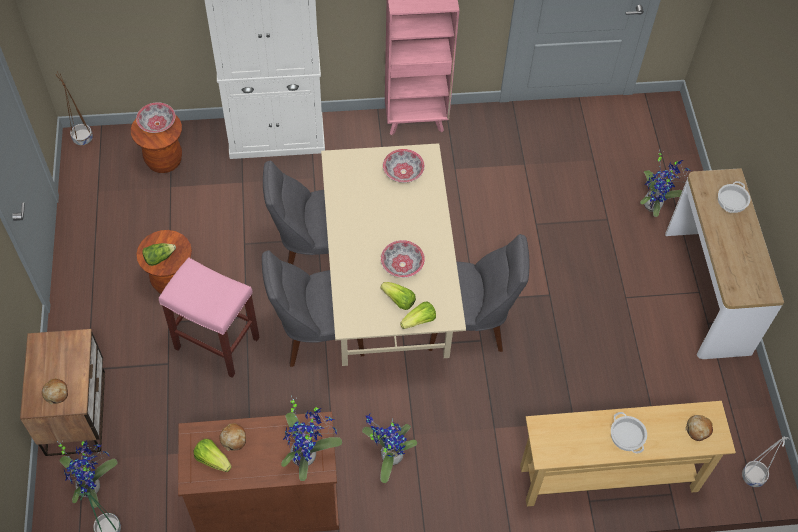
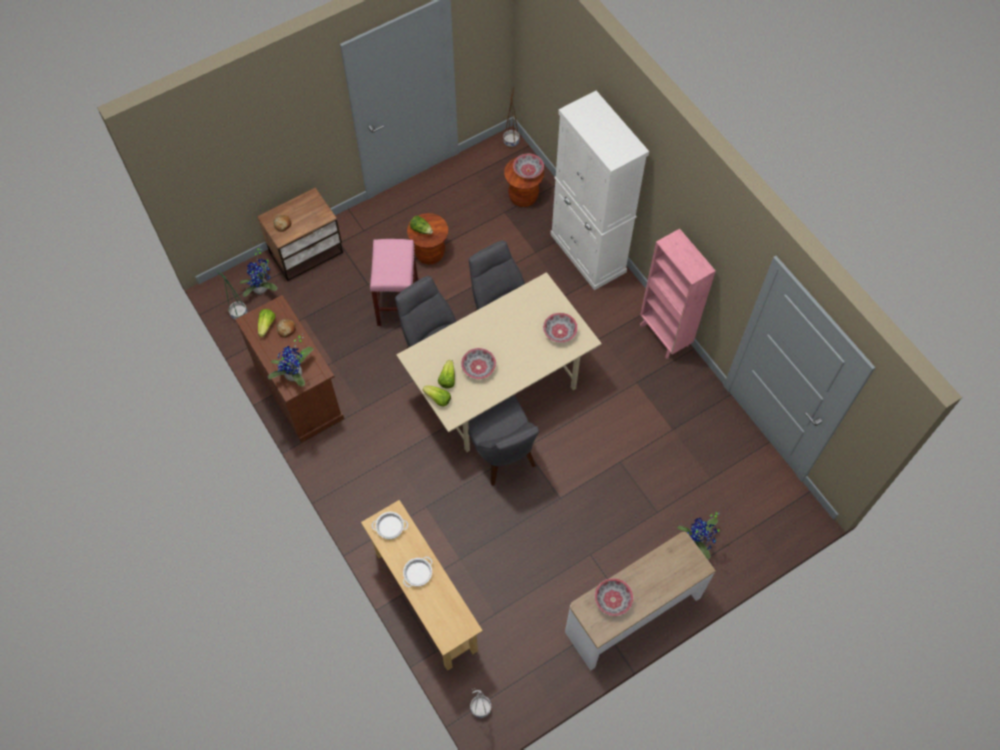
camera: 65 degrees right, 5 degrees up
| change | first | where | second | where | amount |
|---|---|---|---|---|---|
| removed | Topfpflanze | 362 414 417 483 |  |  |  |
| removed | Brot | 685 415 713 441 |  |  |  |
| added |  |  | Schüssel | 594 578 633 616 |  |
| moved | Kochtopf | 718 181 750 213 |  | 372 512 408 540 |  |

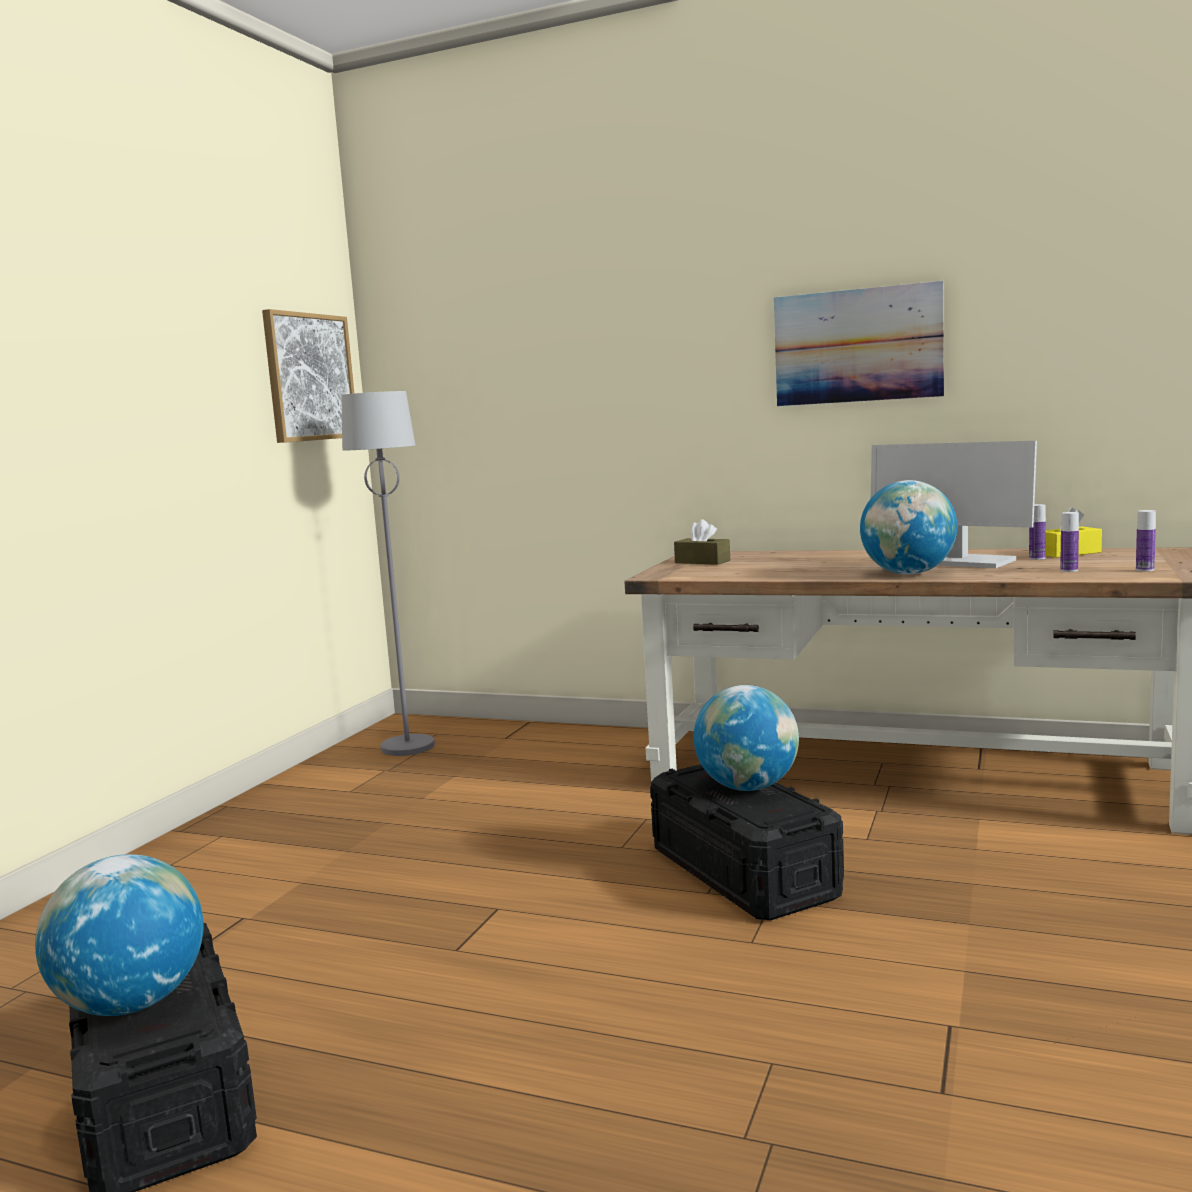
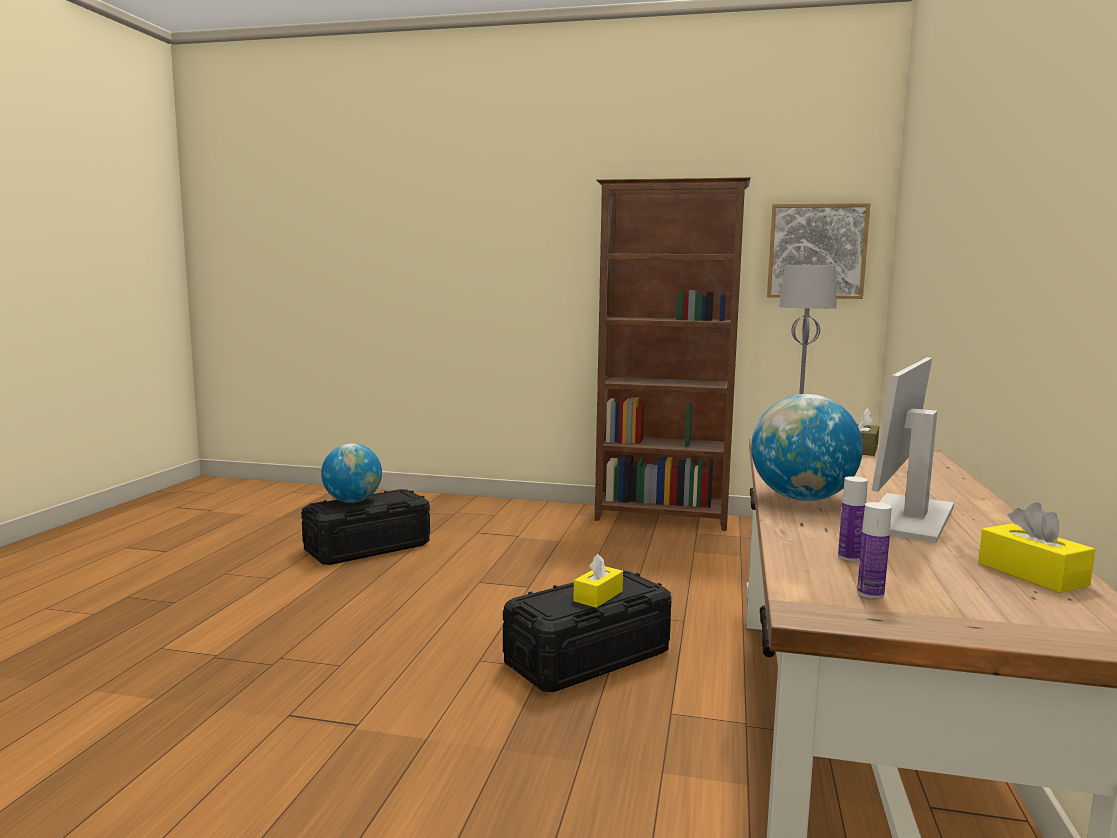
camera: 80 degrees right, 0 degrees up
| change | first | where | second | where | amount |
|---|---|---|---|---|---|
| removed | Bild | 774 281 944 406 |  |  |  |
| removed | Flasche | 1029 504 1046 560 |  |  |  |
| added |  |  | Bücherregal [braun] | 595 177 751 531 |  |
| replaced | Globus | 694 685 799 791 | Taschentuchbox [gelb] | 573 554 623 608 |  |

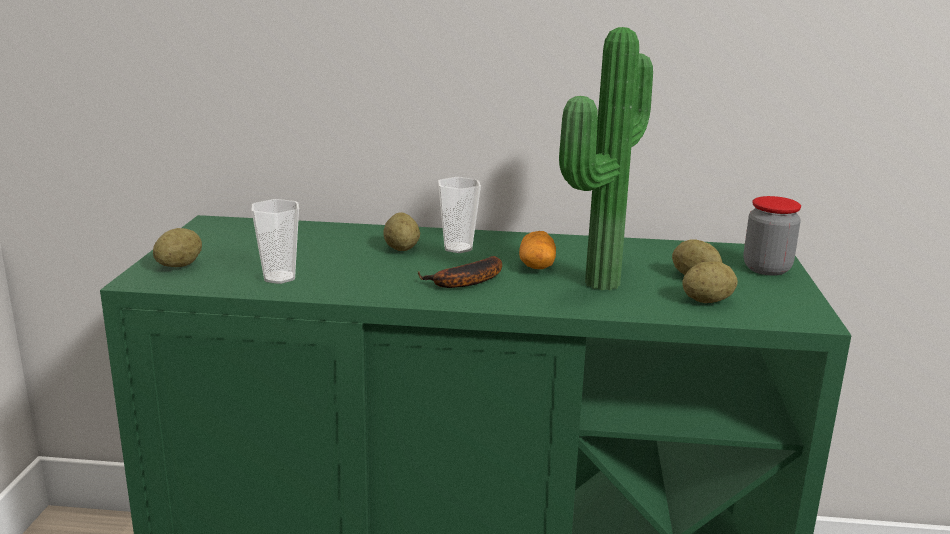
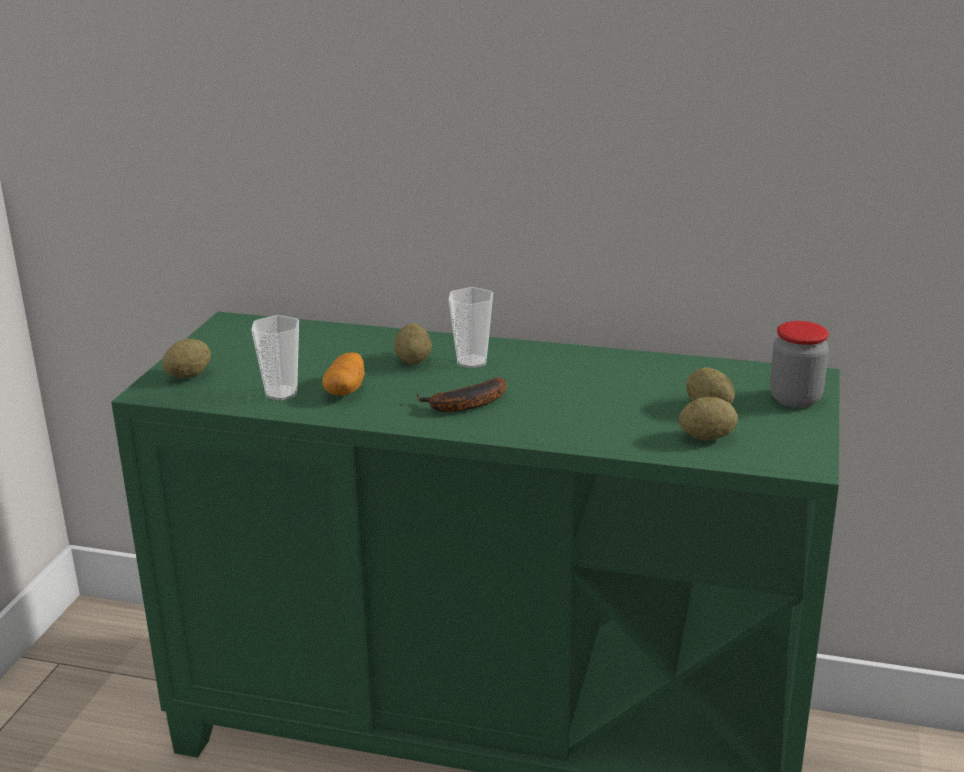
camera: 10 degrees right, 5 degrees up
| change | first | where | second | where | amount |
|---|---|---|---|---|---|
| removed | Topfpflanze | 559 27 653 290 |  |  |  |
| moved | Kartoffel | 519 231 556 269 |  | 322 352 365 396 |  |

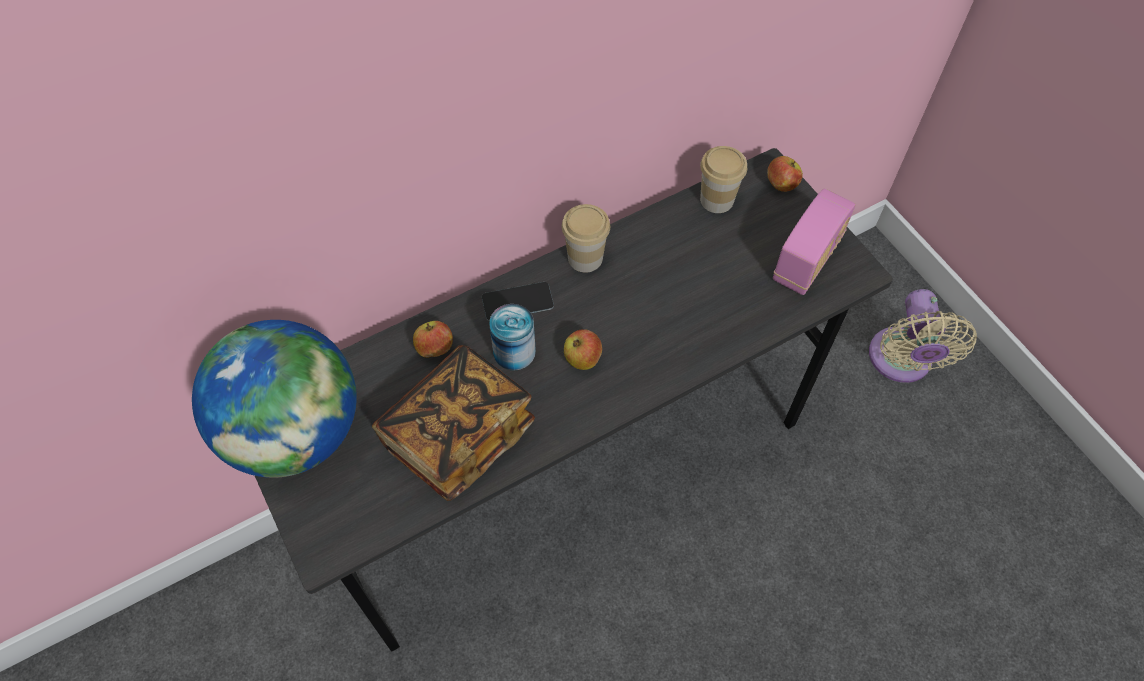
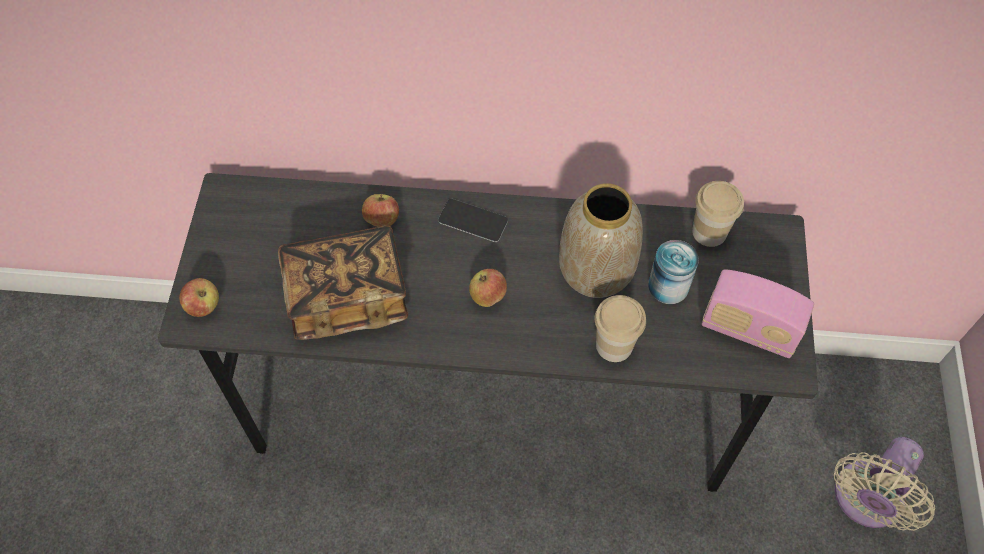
camera: 35 degrees right, 0 degrees up
| change | first | where | second | where | amount |
|---|---|---|---|---|---|
| removed | Globus | 192 320 357 478 |  |  |  |
| added |  |  | Vase | 559 183 643 298 |  |
| moved | Dose | 489 304 536 371 |  | 648 240 699 304 |  |
| moved | Tasse | 562 204 610 273 |  | 595 295 646 362 |  |
| moved | Apfel | 767 156 803 192 |  | 179 278 219 317 |  |
| turned | Radio | 773 189 856 295 |  | 702 269 814 358 | 45 degrees clockwise |

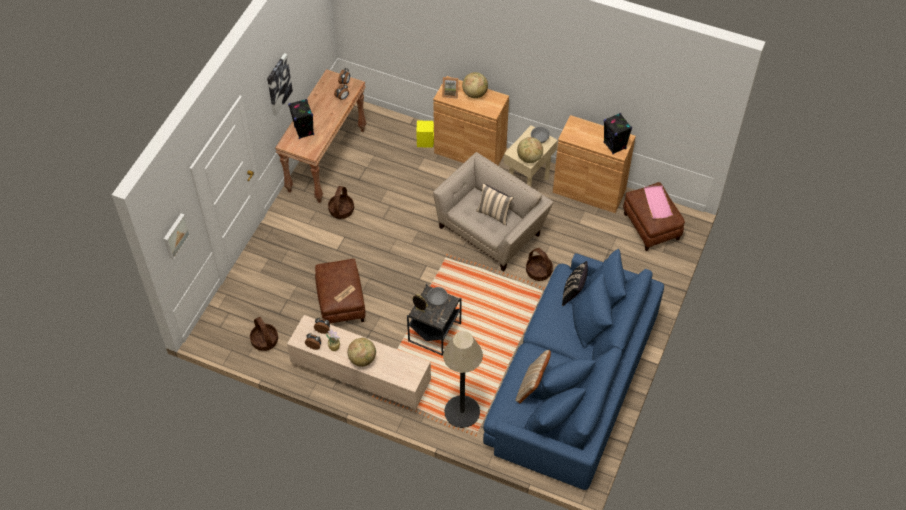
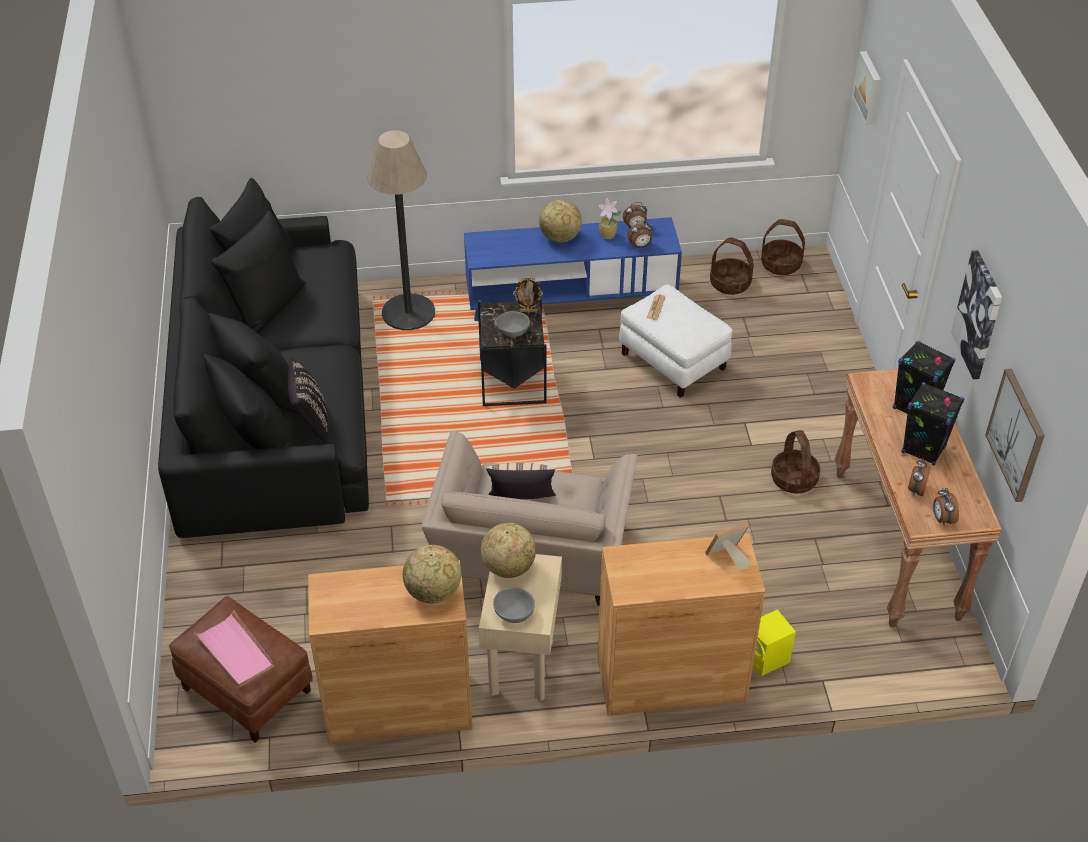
camera: 150 degrees right, 10 degrees down
| change | first | where | second | where | amount |
|---|---|---|---|---|---|
| removed | Kissen [beige] | 515 350 551 403 |  |  |  |
| added |  |  | Bild | 985 368 1045 502 |  |
| moved | Globus | 462 72 488 98 |  | 403 545 461 603 |  |
| moved | Korb | 526 248 553 281 |  | 761 219 805 275 |  |
| moved | Lautsprecher [schwarz] | 604 113 632 154 |  | 902 382 964 466 |  |
| recoloured | Fernsehschrank [beige] | 287 315 431 413 | Fernsehschrank [blau] | 464 217 682 321 |  |
| recoloured | Polsterhocker [braun] | 315 259 365 323 | Polsterhocker [weiß] | 619 284 733 398 |  |
| recoloured | Sofa [blau] | 483 249 664 490 | Sofa [schwarz] | 158 178 369 538 |  |

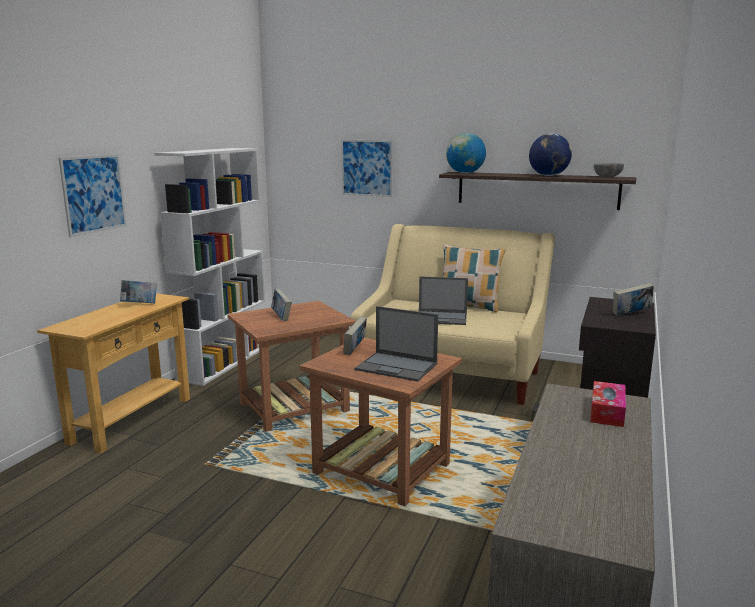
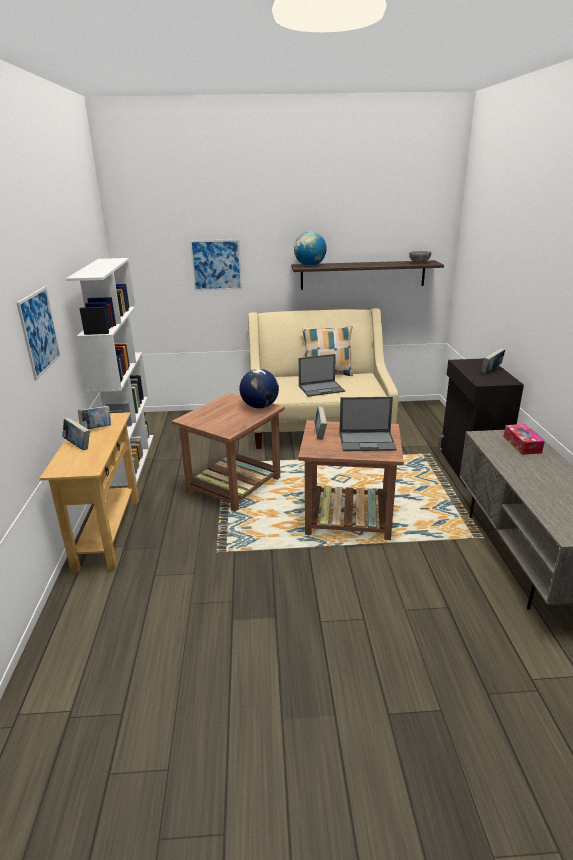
camera: 25 degrees left, 10 degrees up
| change | first | where | second | where | amount |
|---|---|---|---|---|---|
| moved | Buch | 271 289 292 321 |  | 62 418 90 450 |  |
| moved | Globus | 529 133 572 176 |  | 239 369 279 408 |  |

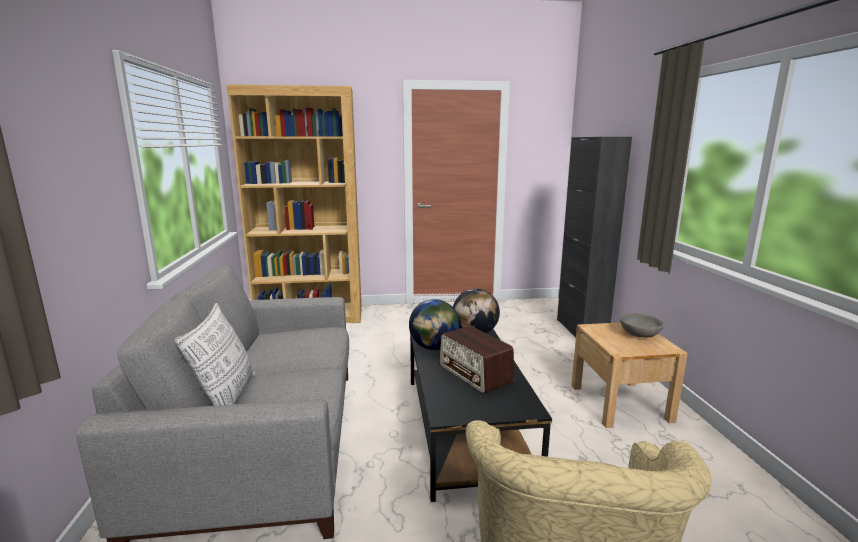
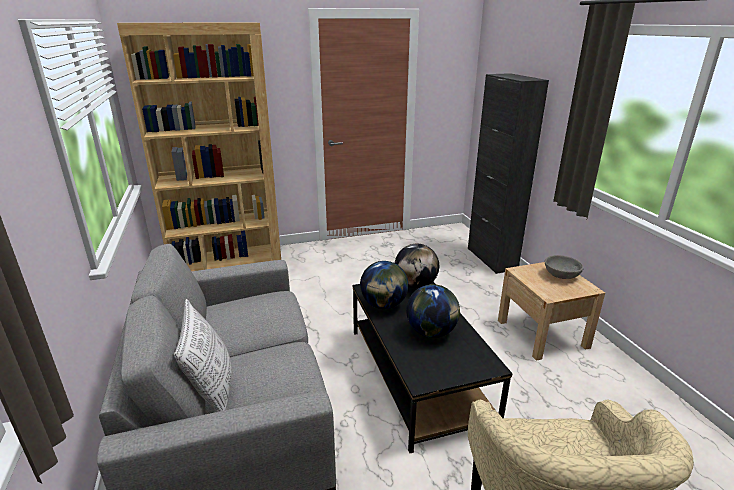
camera: 10 degrees left, 10 degrees up
| change | first | where | second | where | amount |
|---|---|---|---|---|---|
| replaced | Radio | 439 326 514 394 | Globus | 406 284 460 338 |  |

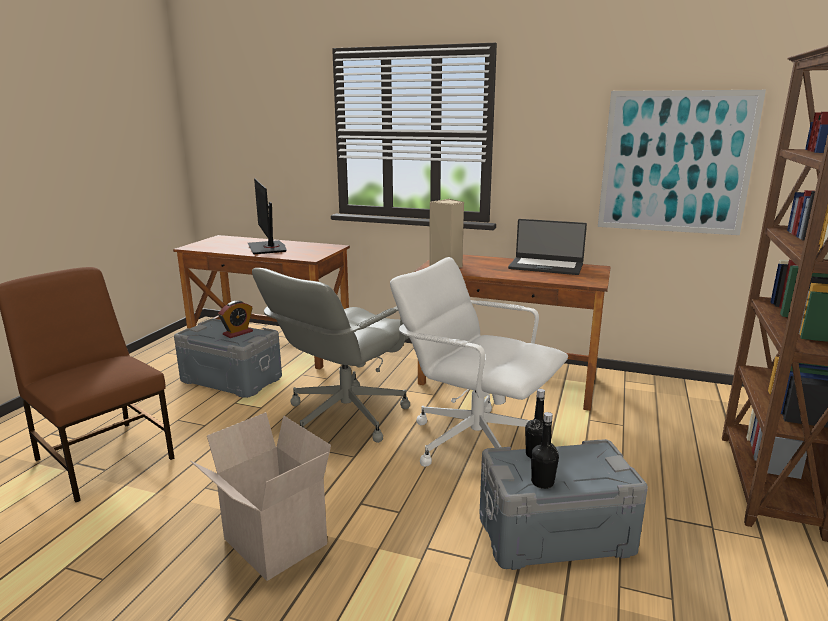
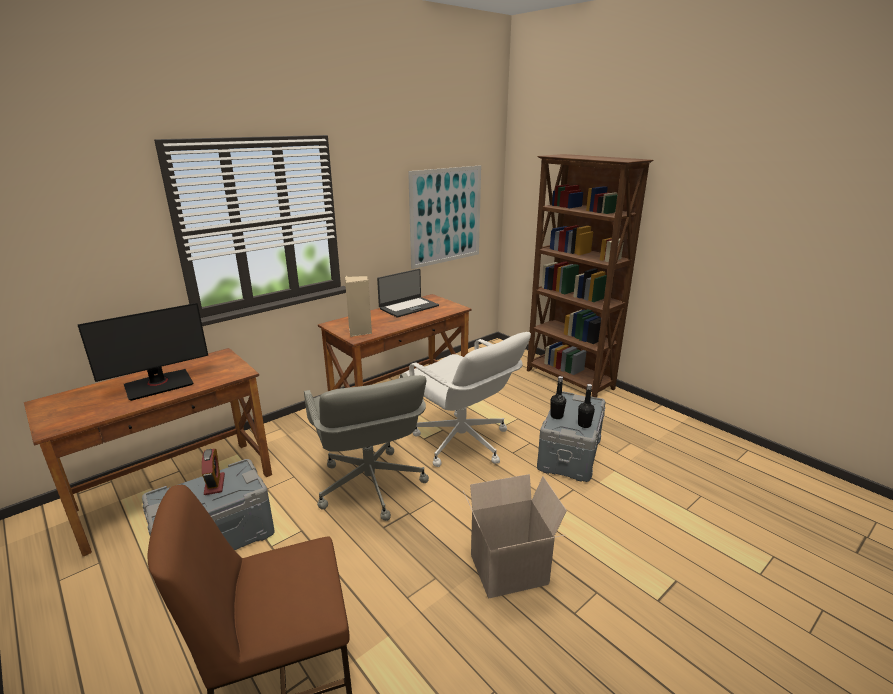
camera: 60 degrees left, 5 degrees up
| change | first | where | second | where | amount |
|---|---|---|---|---|---|
| turned | Monitor | 248 178 286 254 |  | 77 303 208 401 | 45 degrees counterclockwise |
| turned | Bürostuhl [weiß] | 390 257 568 467 |  | 399 332 531 467 | 105 degrees counterclockwise |

